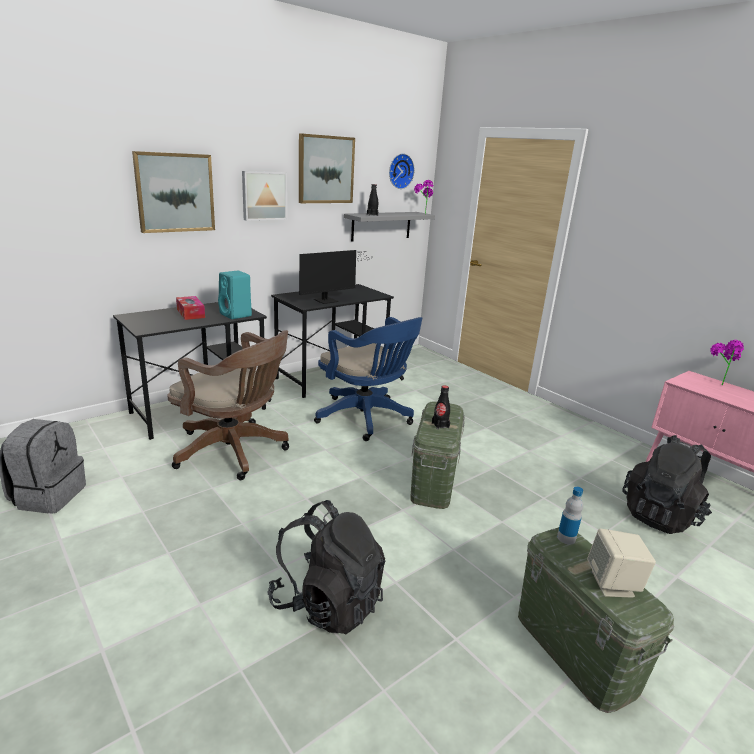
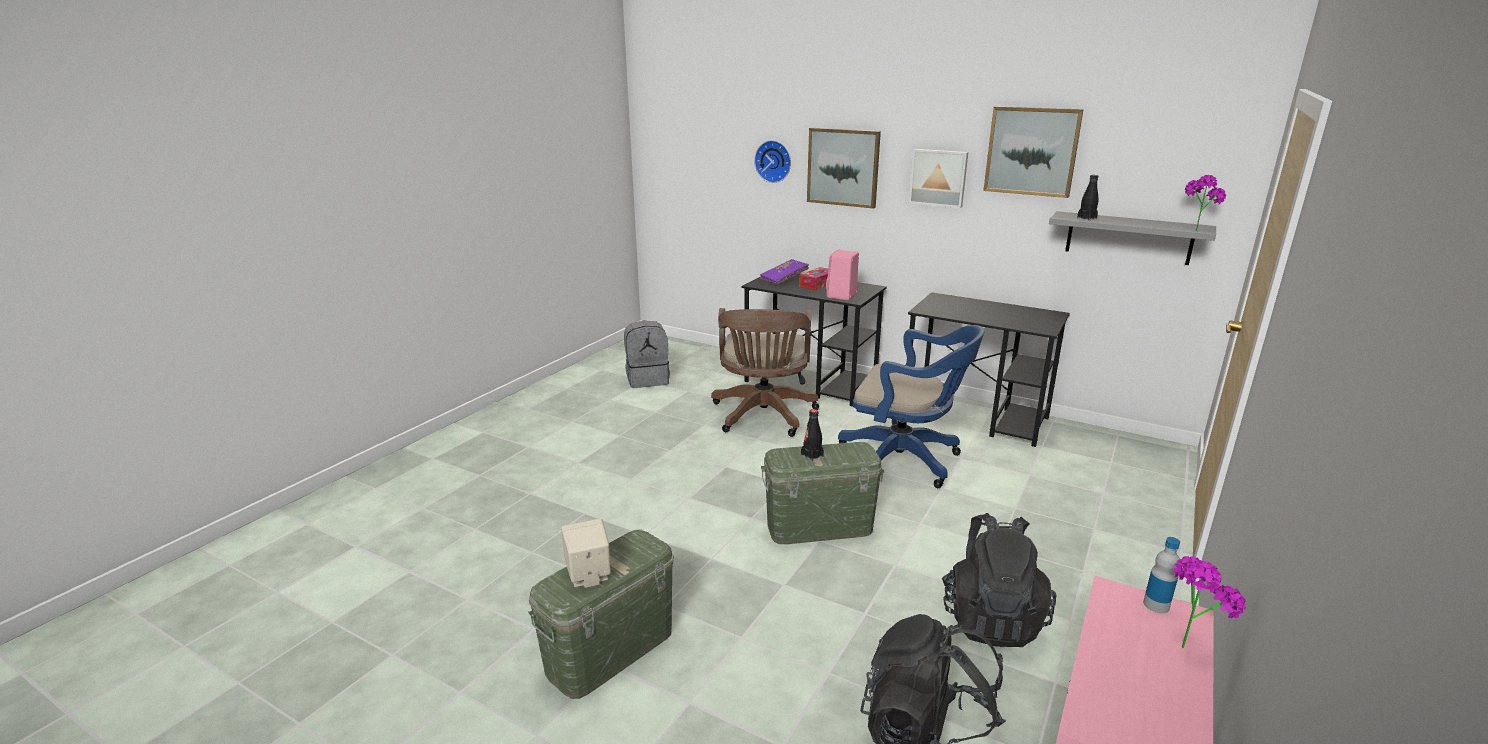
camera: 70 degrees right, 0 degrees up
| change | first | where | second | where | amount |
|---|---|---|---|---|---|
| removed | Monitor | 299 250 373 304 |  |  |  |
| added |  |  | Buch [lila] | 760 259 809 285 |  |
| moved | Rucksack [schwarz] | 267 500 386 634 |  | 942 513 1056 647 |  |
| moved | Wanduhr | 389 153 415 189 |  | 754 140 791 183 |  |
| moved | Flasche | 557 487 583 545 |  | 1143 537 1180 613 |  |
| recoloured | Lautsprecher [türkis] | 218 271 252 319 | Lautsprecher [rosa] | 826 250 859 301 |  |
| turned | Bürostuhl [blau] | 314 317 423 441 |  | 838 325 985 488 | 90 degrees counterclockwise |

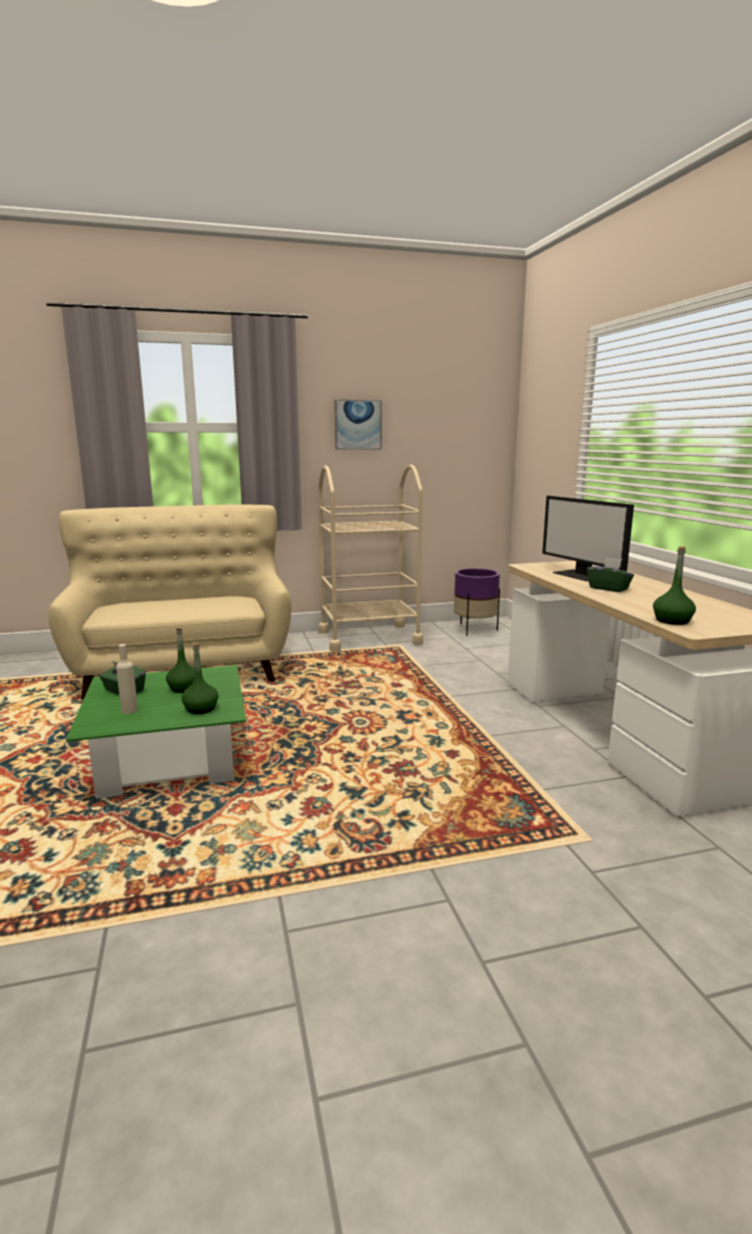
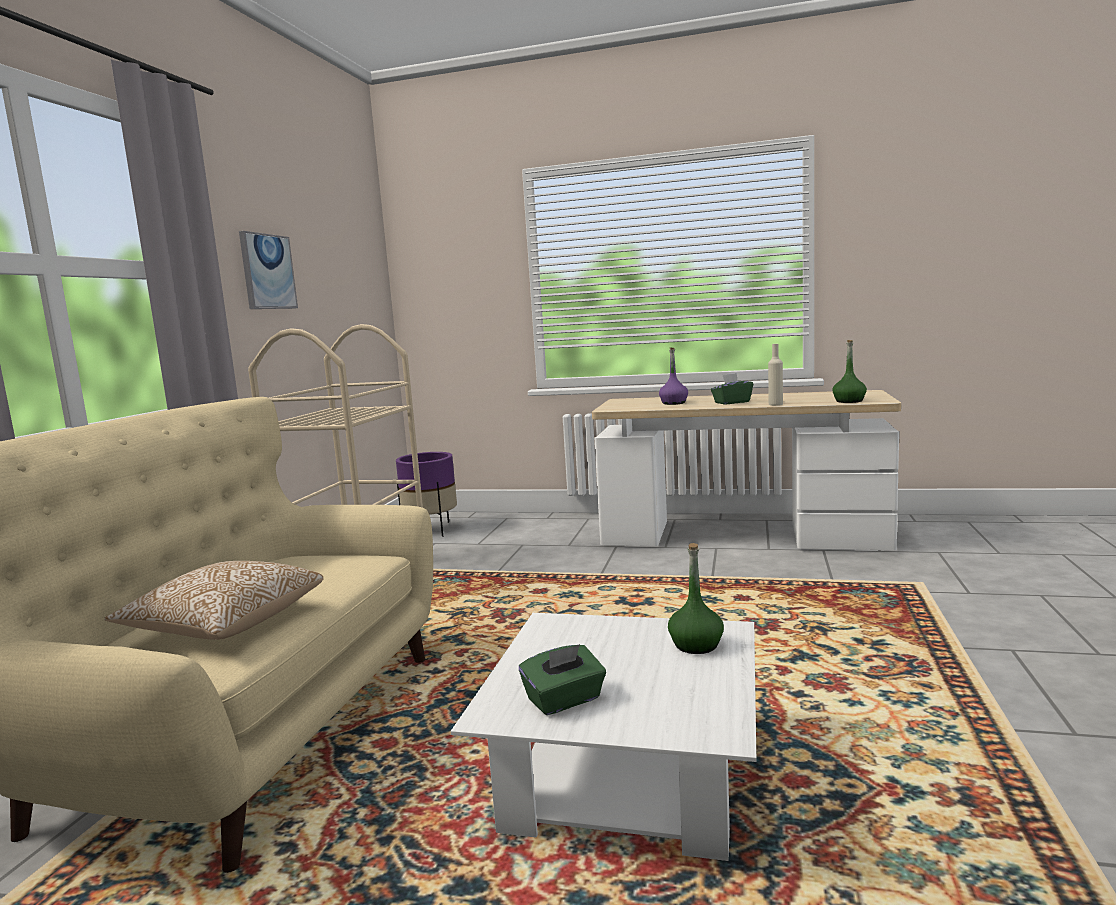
camera: 60 degrees left, 5 degrees down
| change | first | where | second | where | amount |
|---|---|---|---|---|---|
| removed | Flasche [grün] | 166 628 195 693 |  |  |  |
| added |  |  | Kissen | 104 561 324 640 |  |
| moved | Flasche [beige] | 116 644 138 714 |  | 768 344 783 405 |  |
| replaced | Monitor | 542 496 634 582 | Flasche [lila] | 659 348 688 405 |  |
| recoloured | Couchtisch [grün] | 66 665 246 799 | Couchtisch [weiß] | 451 613 757 861 |  |

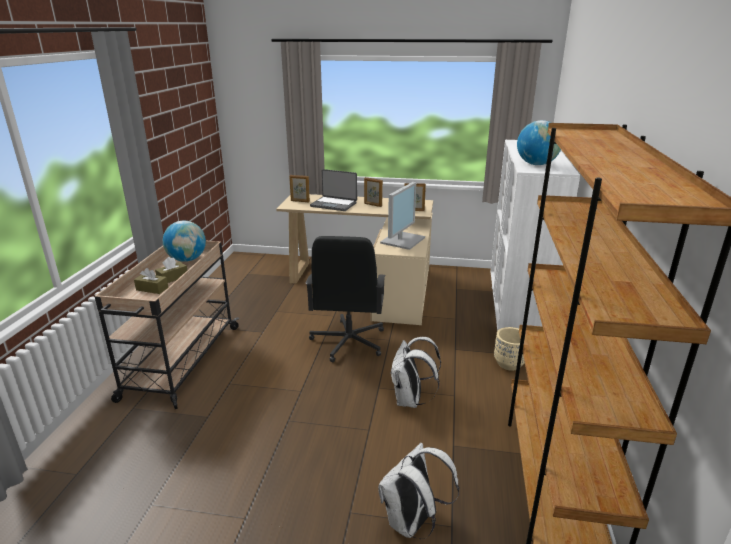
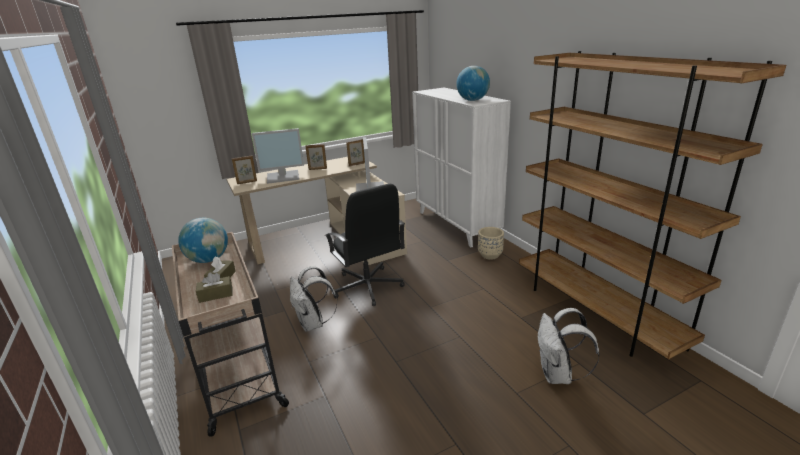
camera: 35 degrees left, 0 degrees up
| change | first | where | second | where | amount |
|---|---|---|---|---|---|
| moved | Rucksack [weiß] | 390 337 441 408 |  | 290 266 338 332 |  |
| replaced | Laptop | 310 169 357 211 | Monitor | 252 128 304 184 |  |

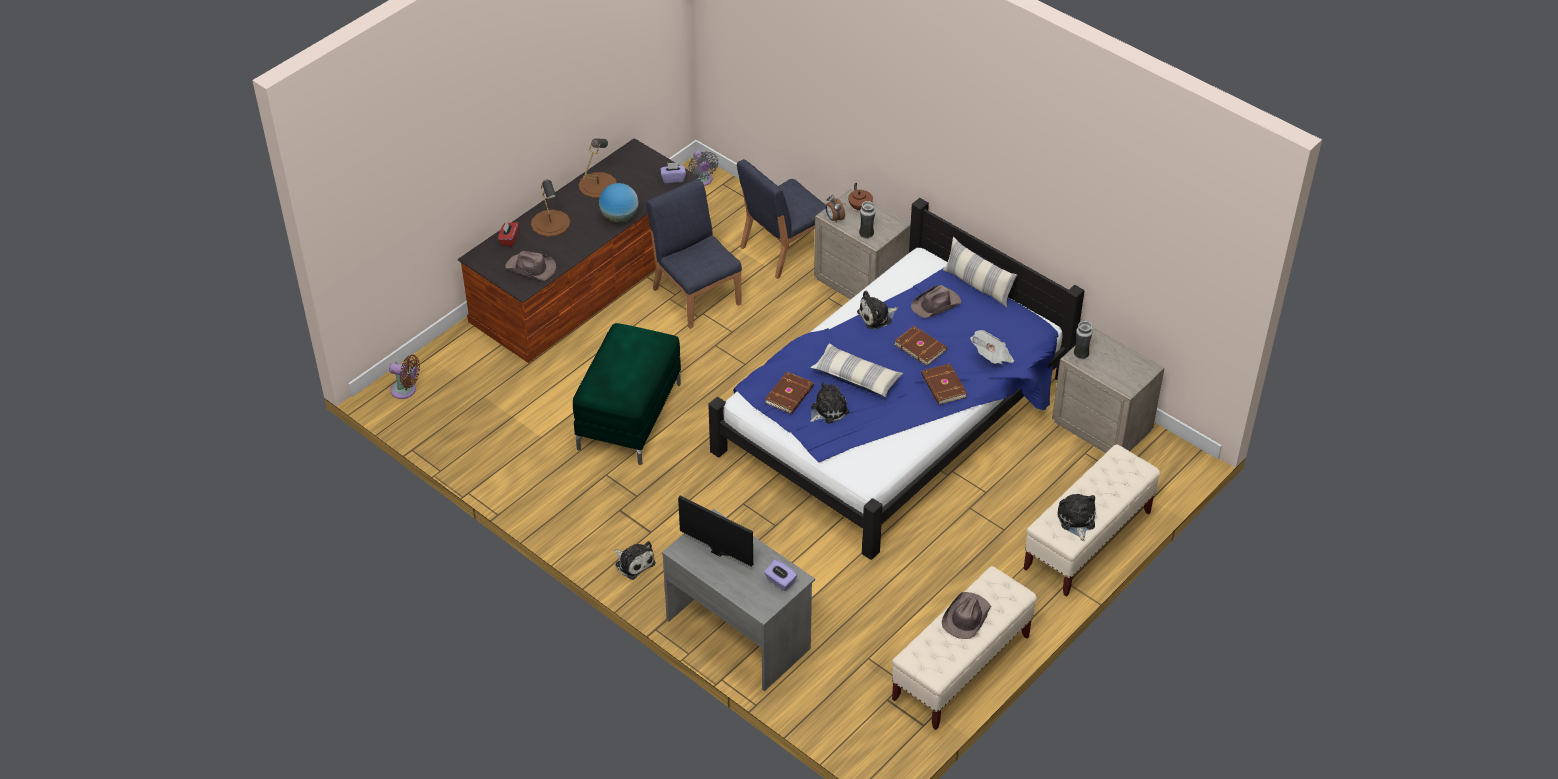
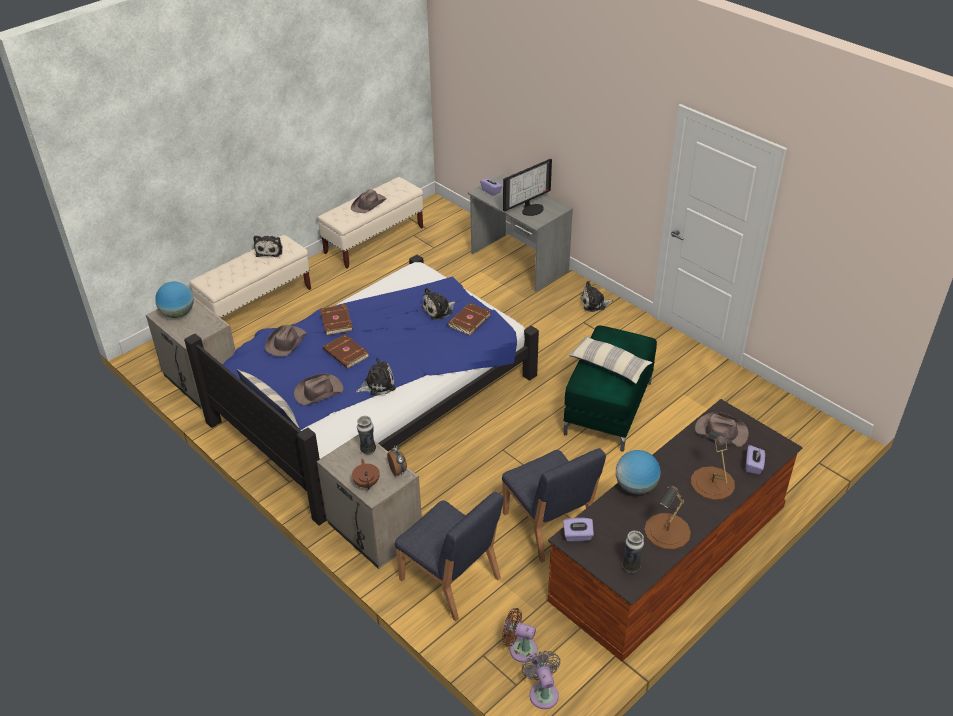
camera: 175 degrees left, 5 degrees down
| change | first | where | second | where | amount |
|---|---|---|---|---|---|
| added |  |  | Globus | 155 281 194 318 |  |
| moved | Ventilator [braun] | 389 355 420 399 |  | 502 608 538 663 |  |
| moved | Kissen | 810 343 903 398 |  | 568 336 653 384 |  |
| moved | Vase | 1073 321 1093 359 |  | 623 531 644 573 |  |
| replaced | Zeitung | 970 330 1014 364 | Hut [braun] | 265 325 307 357 |  |
| recoloured | Taschentuchbox [rot] | 498 221 519 247 | Taschentuchbox [lila] | 746 445 765 474 |  |
| turned | Plüschtier | 614 541 655 580 |  | 580 281 613 312 | 60 degrees counterclockwise |
| turned | Monitor | 678 496 753 567 |  | 503 159 552 216 | 75 degrees counterclockwise |
| turned | Stuhl [blau] | 737 159 826 279 |  | 395 492 504 621 | 75 degrees clockwise |

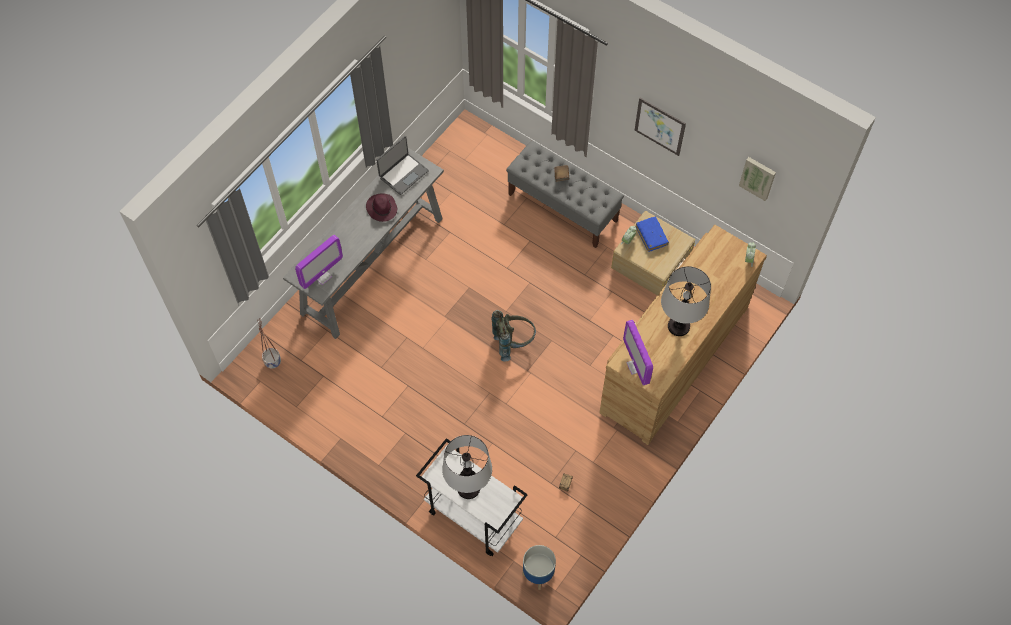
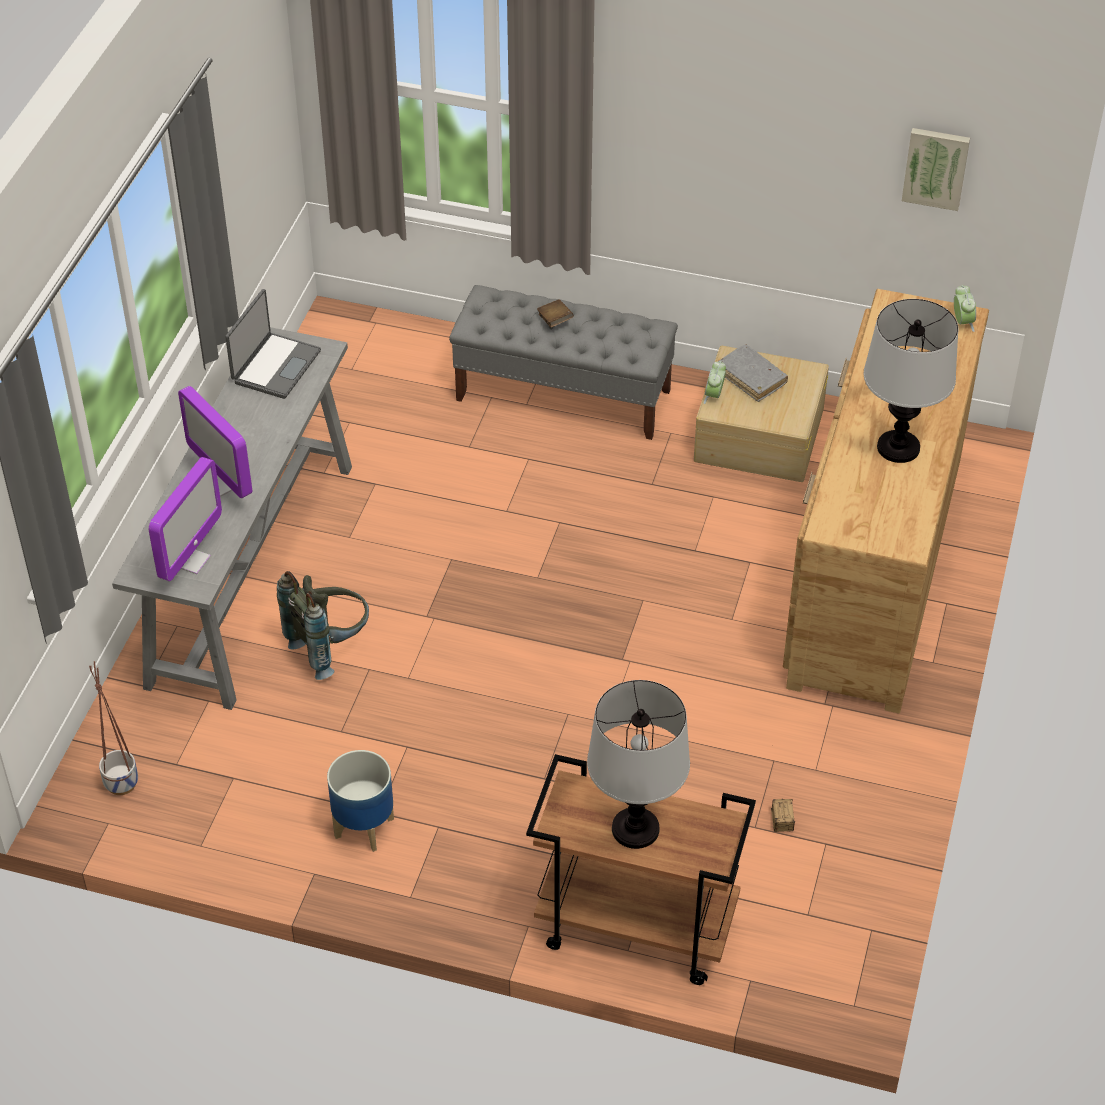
camera: 20 degrees left, 15 degrees down
| change | first | where | second | where | amount |
|---|---|---|---|---|---|
| removed | Hut [lila] | 366 193 397 222 |  |  |  |
| removed | Bild | 634 98 686 156 |  |  |  |
| moved | Rucksack [grau] | 491 310 536 362 |  | 277 571 369 680 |  |
| moved | Pflanzkübel | 523 545 556 590 |  | 327 750 394 852 |  |
| moved | Monitor | 623 320 653 385 |  | 178 386 252 498 |  |
| recoloured | Rollwagen [weiß] | 416 438 528 556 | Rollwagen [braun] | 526 754 756 985 |  |
| recoloured | Buch [blau] | 635 217 669 252 | Buch [grau] | 718 344 788 402 |  |

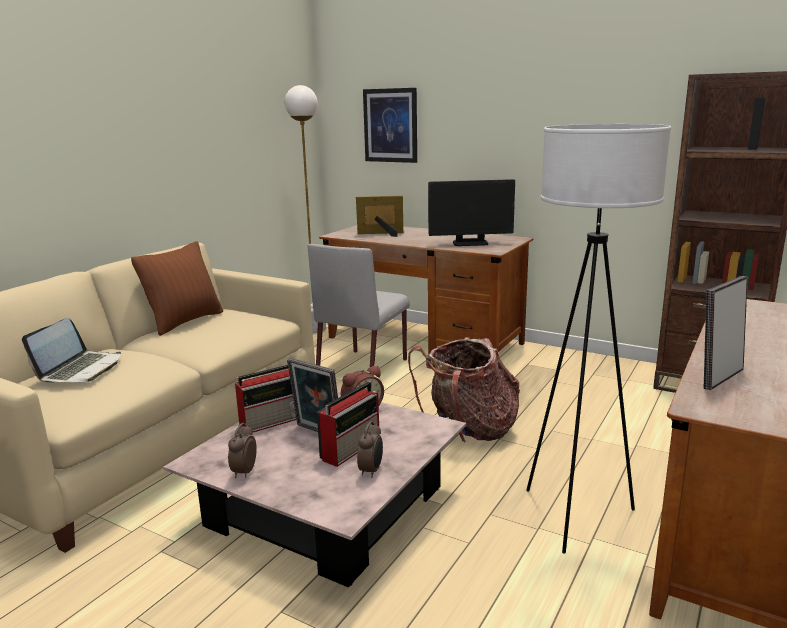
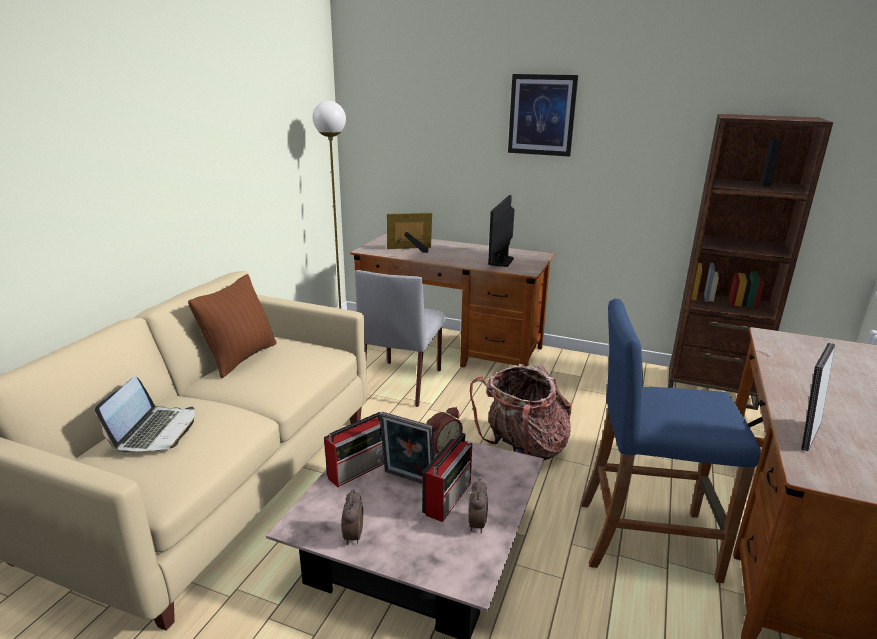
camera: 10 degrees left, 5 degrees up
| change | first | where | second | where | amount |
|---|---|---|---|---|---|
| moved | Bild | 363 88 417 163 |  | 508 74 578 157 |  |
| replaced | Stehlampe [weiß] | 526 124 671 553 | Hocker [blau] | 581 299 761 583 |  |
| turned | Monitor | 428 179 515 246 |  | 488 195 514 267 | 120 degrees clockwise |

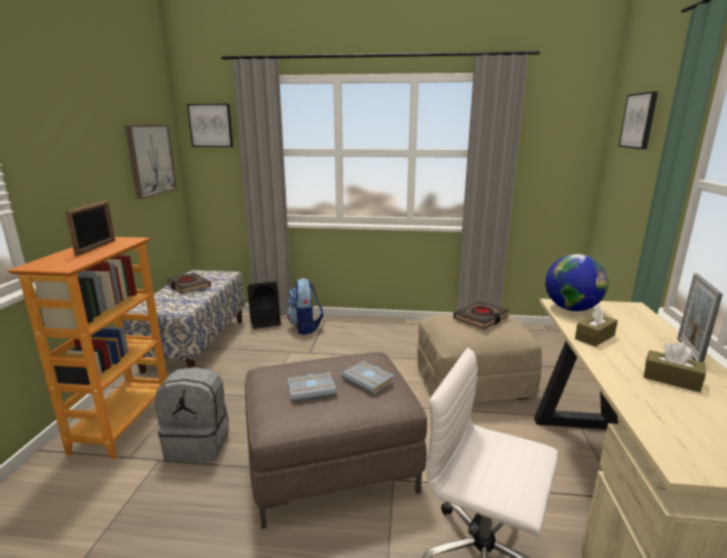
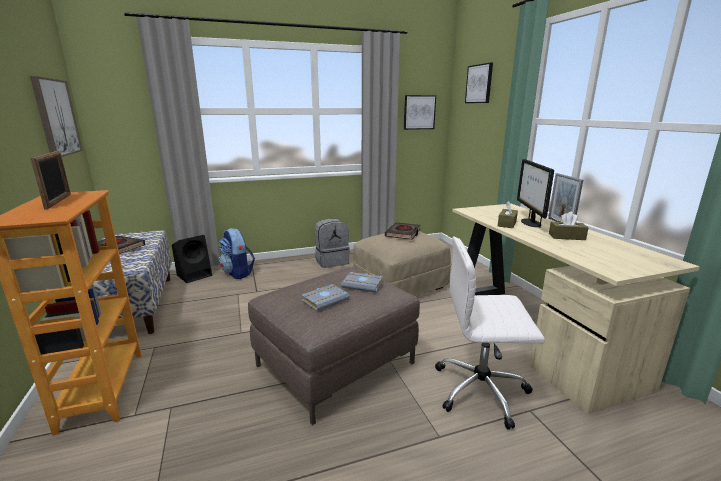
camera: 25 degrees left, 0 degrees up
| change | first | where | second | where | amount |
|---|---|---|---|---|---|
| removed | Globus | 545 254 608 311 |  |  |  |
| added |  |  | Monitor | 517 159 554 228 |  |
| moved | Rucksack [grau] | 154 367 229 462 |  | 315 218 349 268 |  |
| moved | Bild | 187 104 233 147 |  | 404 95 436 130 |  |

